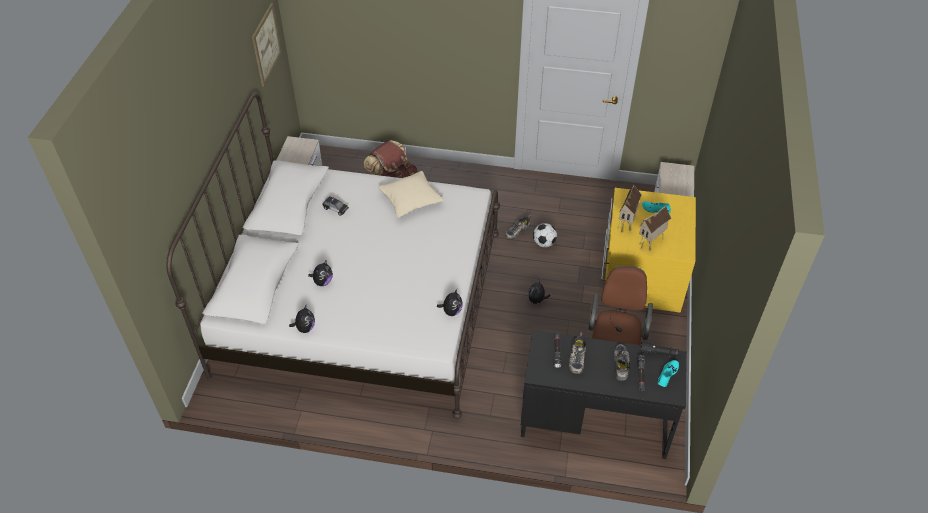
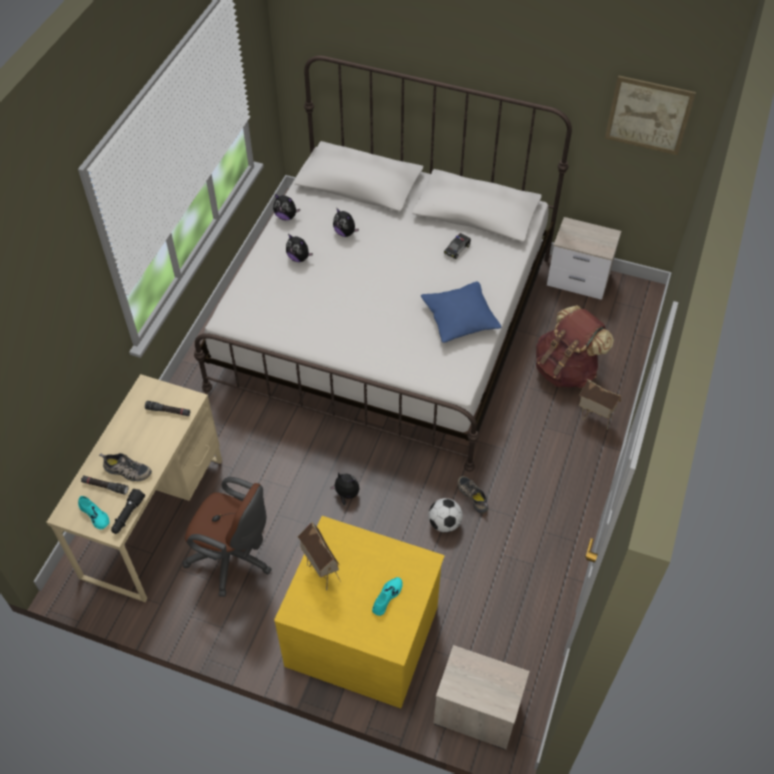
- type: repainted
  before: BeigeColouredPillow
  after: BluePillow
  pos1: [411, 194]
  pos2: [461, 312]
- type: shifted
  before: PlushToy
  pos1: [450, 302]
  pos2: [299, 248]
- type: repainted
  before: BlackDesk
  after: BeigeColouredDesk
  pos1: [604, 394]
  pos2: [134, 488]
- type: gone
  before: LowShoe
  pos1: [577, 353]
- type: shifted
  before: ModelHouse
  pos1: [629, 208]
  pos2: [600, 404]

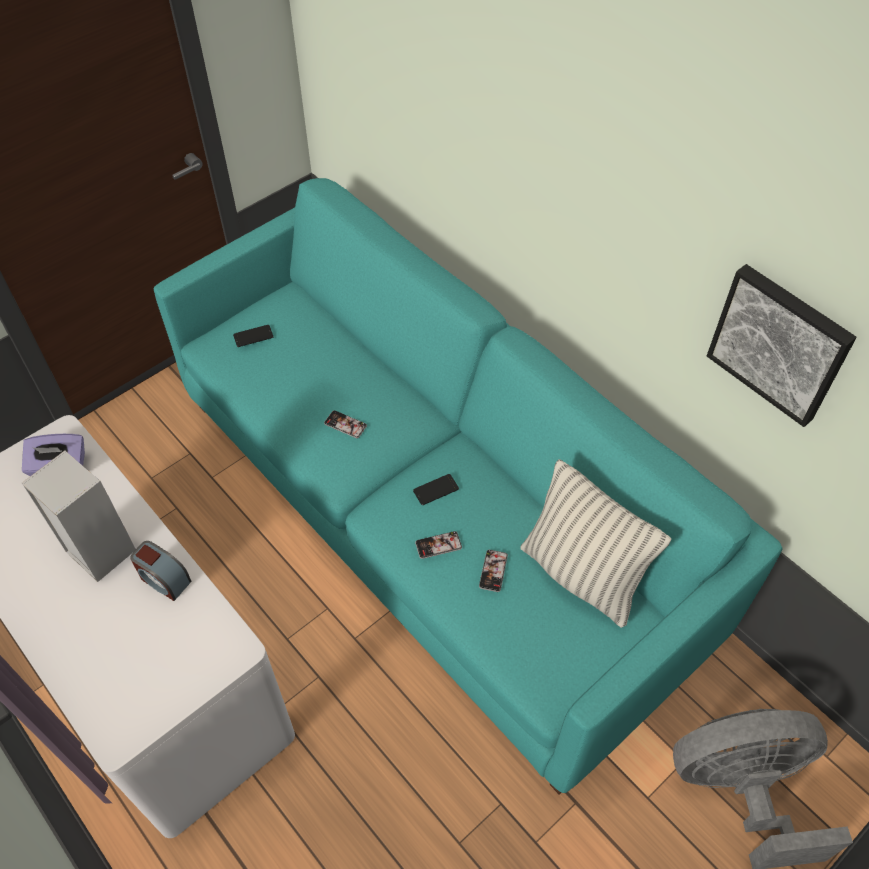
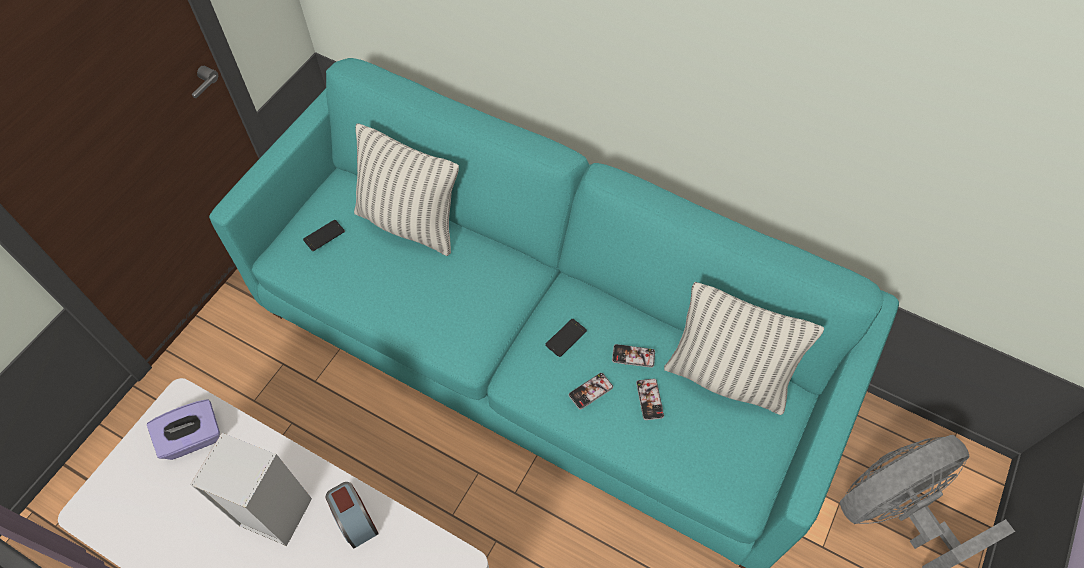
- type: rotated
  before: TableClock
  pos1: [160, 571]
  pos2: [352, 515]
  turn: 45
- type: shifted
  before: Handset
  pos1: [345, 424]
  pos2: [633, 356]
- type: gone
  before: WallArt
  pos1: [782, 345]
- type: new
  after: Pillow
  pos2: [406, 189]

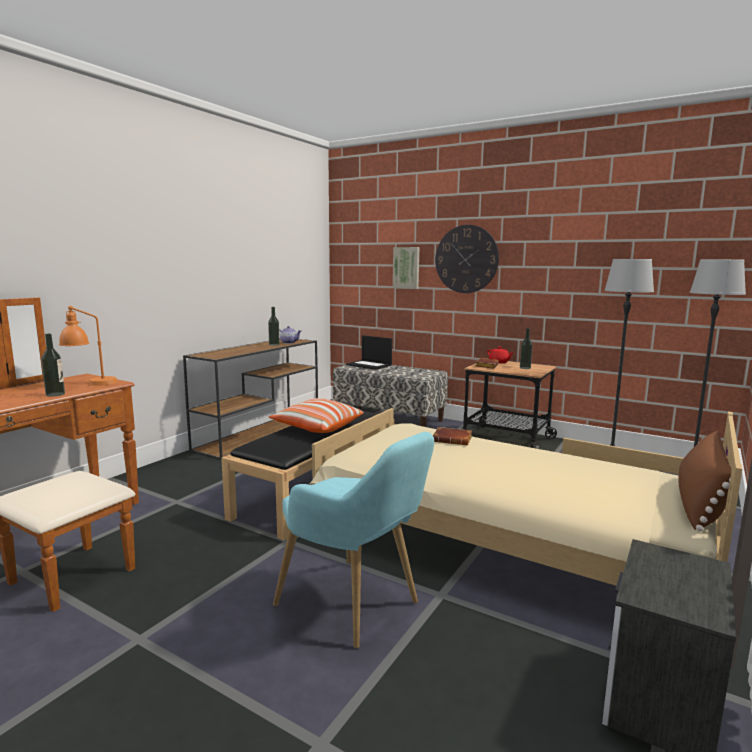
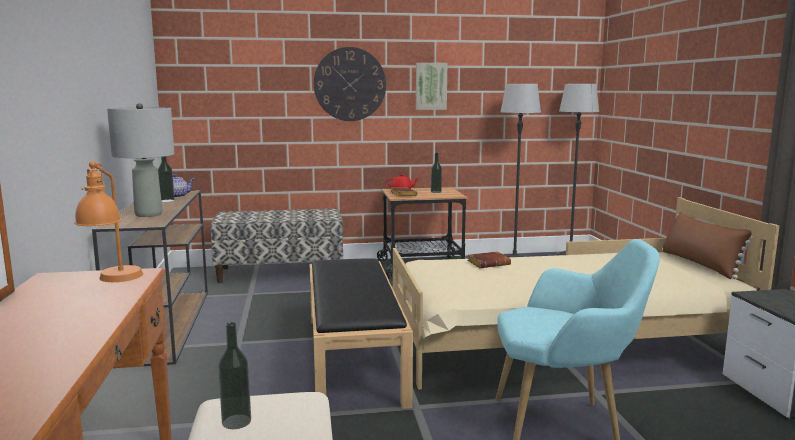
- type: shifted
  before: DrinkBottle
  pos1: [53, 365]
  pos2: [234, 375]
- type: gone
  before: Pillow
  pos1: [316, 415]
- type: gone
  before: PortableComputer
  pos1: [369, 352]
- type: shifted
  before: WallArt
  pos1: [406, 268]
  pos2: [431, 86]
- type: new
  after: GreyishTabletopLamp
  pos2: [141, 160]

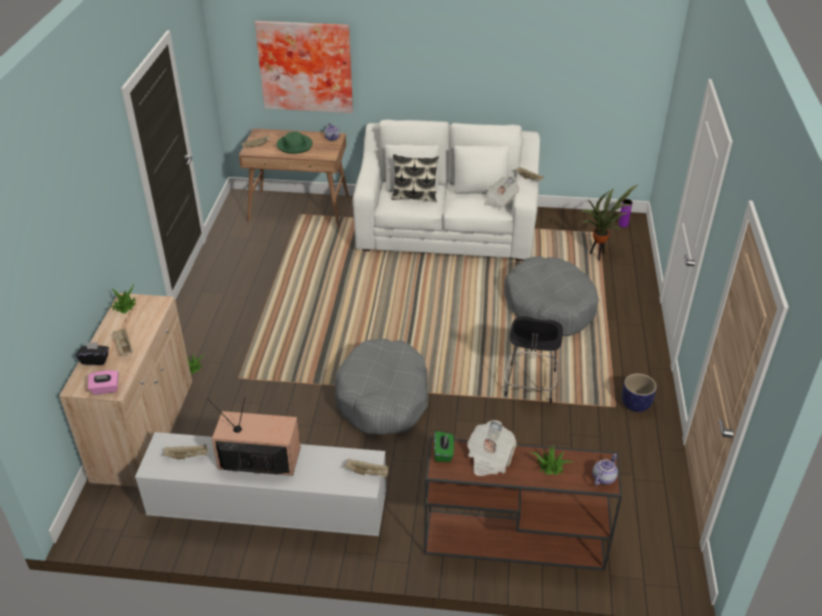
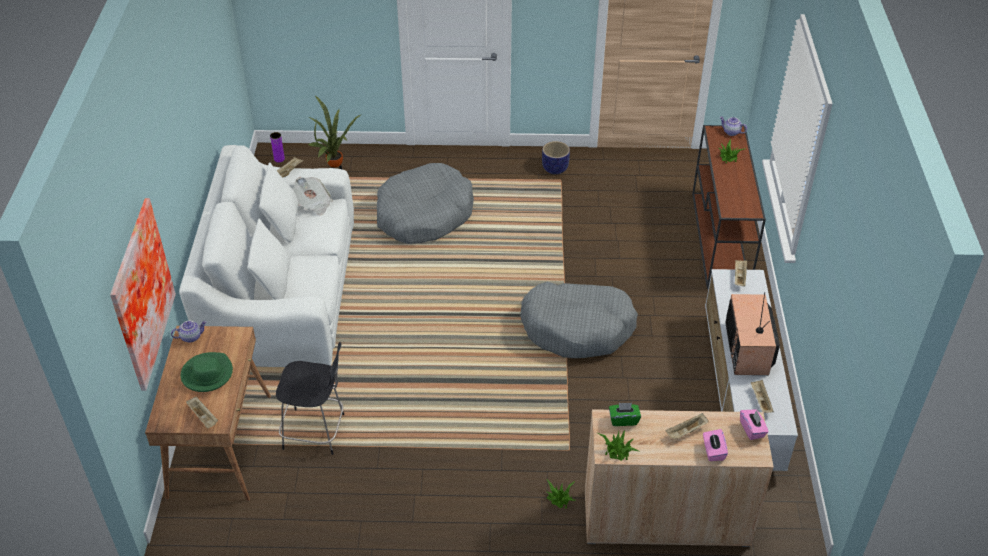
- type: repainted
  before: BlackTissueBox
  after: PinkishTissueBox
  pos1: [92, 353]
  pos2: [715, 445]
- type: gone
  before: Pillow
  pos1: [415, 178]
- type: shifted
  before: GreenTissueBox
  pos1: [444, 446]
  pos2: [625, 414]
- type: gone
  before: PrintedPaper
  pos1: [491, 448]
- type: shifted
  before: BlackChair
  pos1: [534, 359]
  pos2: [310, 398]

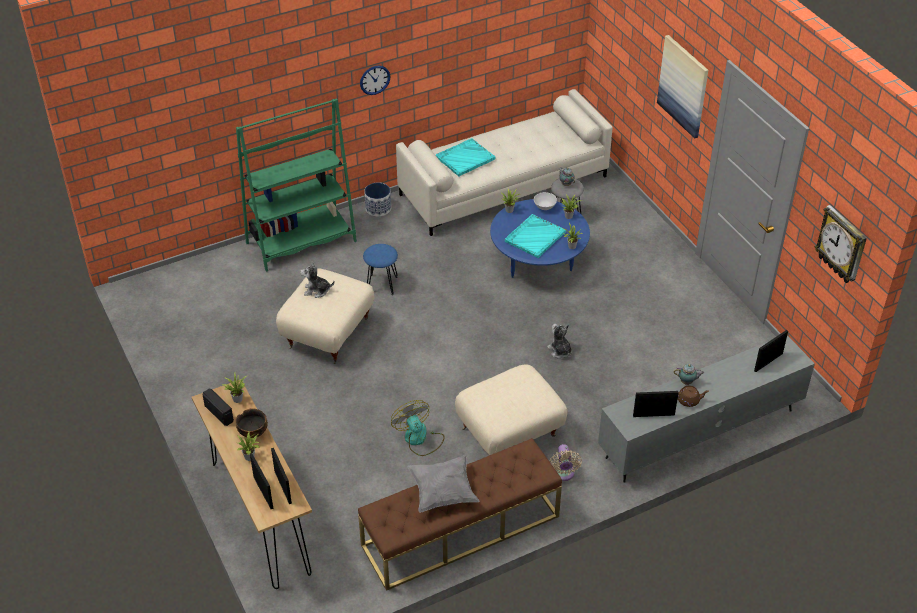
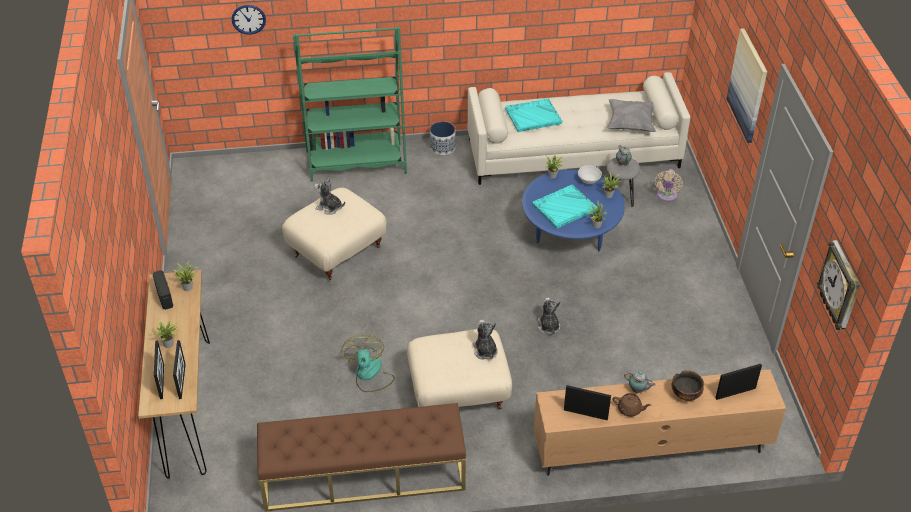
- type: shifted
  before: ServingBowl
  pos1: [251, 423]
  pos2: [688, 385]
- type: shifted
  before: ClockOnTheWall
  pos1: [375, 80]
  pos2: [249, 20]
- type: gone
  before: BlueStool
  pos1: [380, 269]
- type: shifted
  before: GreyishPillow
  pos1: [443, 484]
  pos2: [631, 115]
- type: shifted
  before: BeigeColouredElectricFan
  pos1: [565, 462]
  pos2: [669, 185]
- type: repainted
  before: GreyishTvStand
  after: BrownTvStand
  pos1: [706, 409]
  pos2: [660, 422]
- type: new
  after: PlushToy
  pos2: [485, 340]

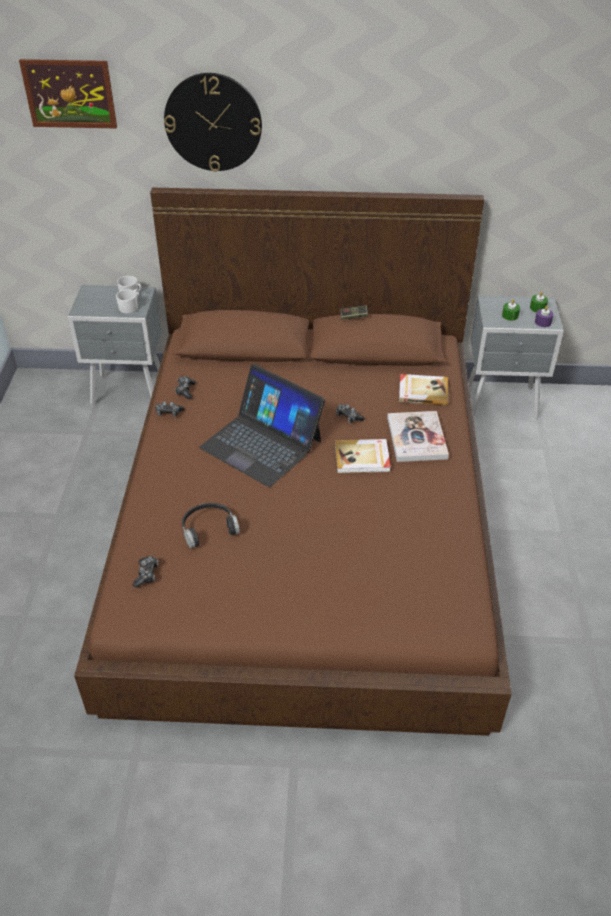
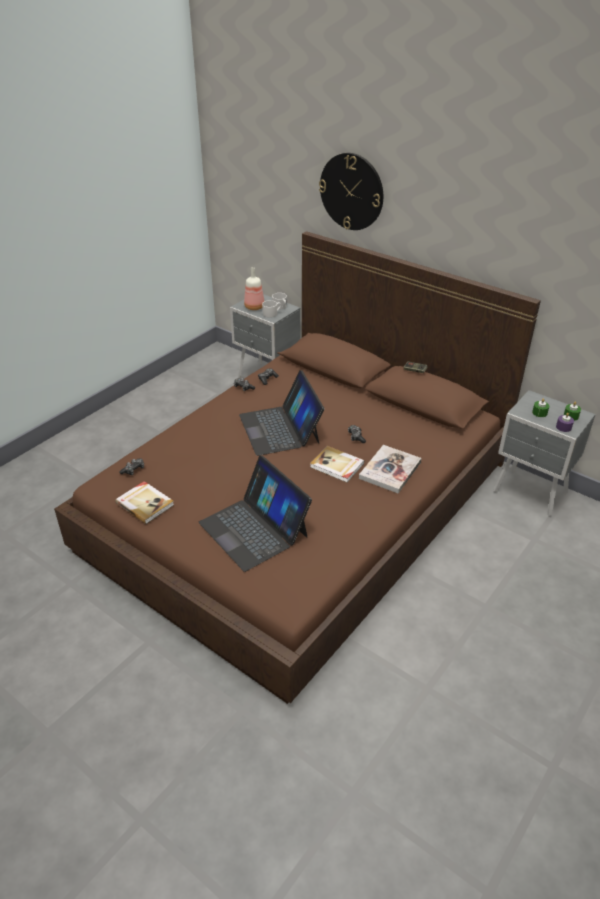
- type: gone
  before: WallArt
  pos1: [68, 93]
- type: gone
  before: BlackPairOfHeadphones
  pos1: [211, 525]
- type: shifted
  before: Volume
  pos1: [424, 389]
  pos2: [144, 502]
- type: new
  after: PortableComputer
  pos2: [255, 514]
- type: new
  after: DrinkBottle
  pos2: [254, 288]

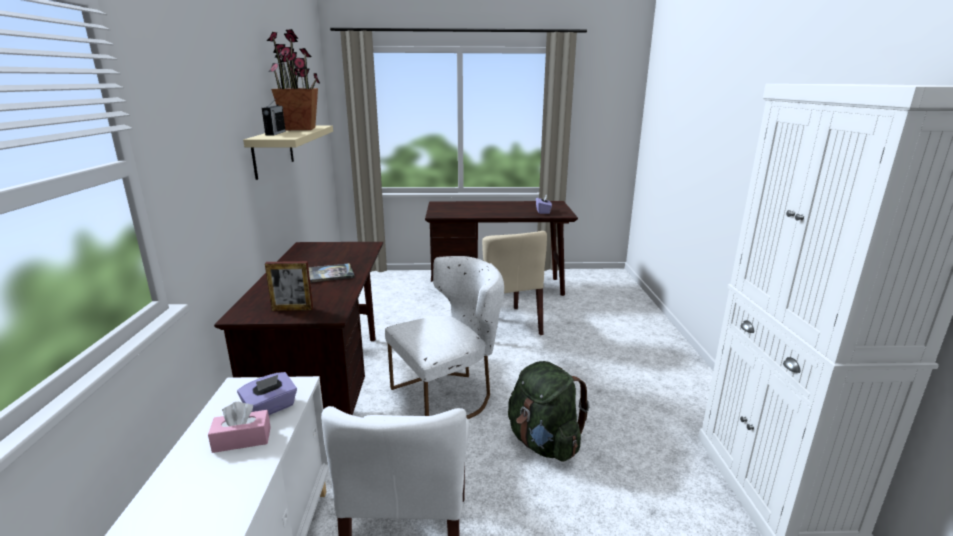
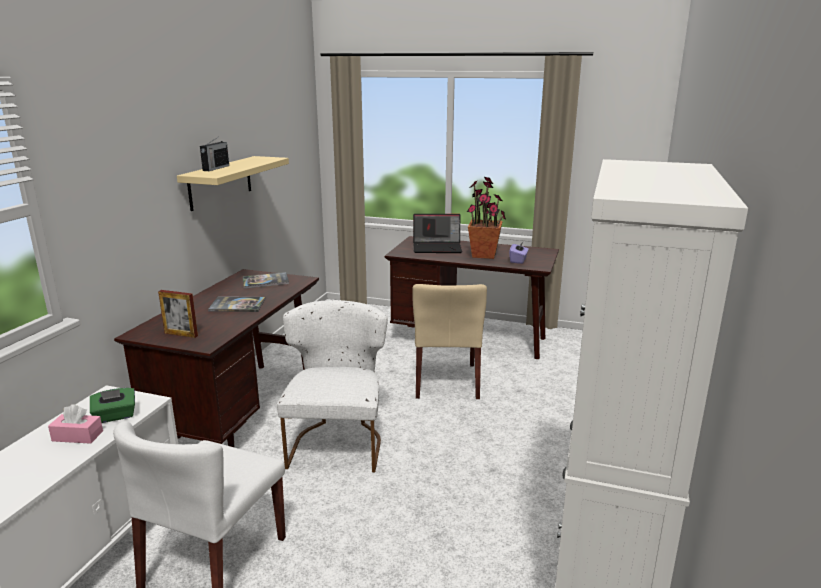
- type: repainted
  before: PurpleTissueBox
  after: GreenTissueBox
  pos1: [267, 393]
  pos2: [112, 405]
- type: shifted
  before: Houseplant
  pos1: [293, 79]
  pos2: [486, 218]
- type: rotated
  before: WhitishChair
  pos1: [444, 337]
  pos2: [332, 386]
  turn: -75
- type: gone
  before: GreenRucksack
  pos1: [549, 411]
- type: new
  after: Volume
  pos2: [266, 280]
- type: new
  after: PortableComputer
  pos2: [437, 233]

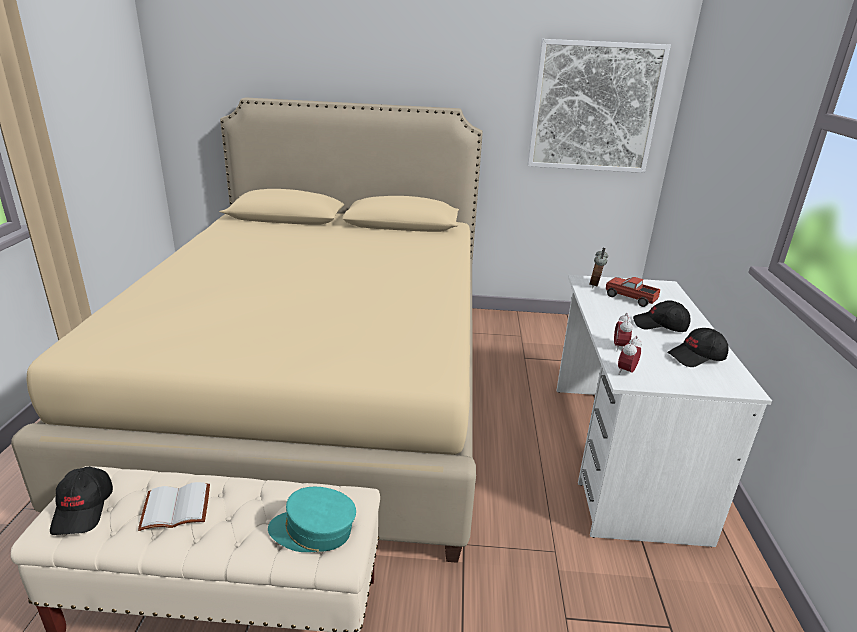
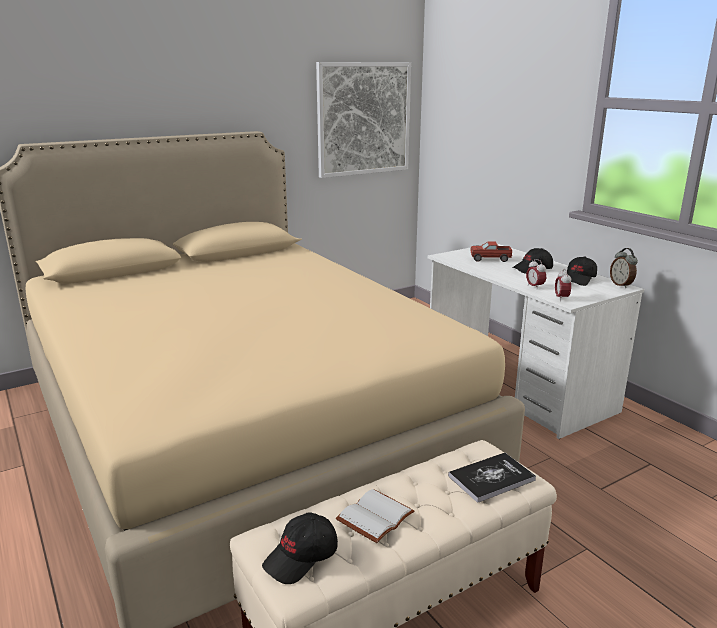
- type: rotated
  before: BlackCap
  pos1: [81, 501]
  pos2: [300, 548]
  turn: 90
- type: swapped
  before: TurquoiseCap
  after: Volume
  pos1: [312, 519]
  pos2: [492, 478]
- type: shifted
  before: TableClock
  pos1: [598, 268]
  pos2: [624, 268]

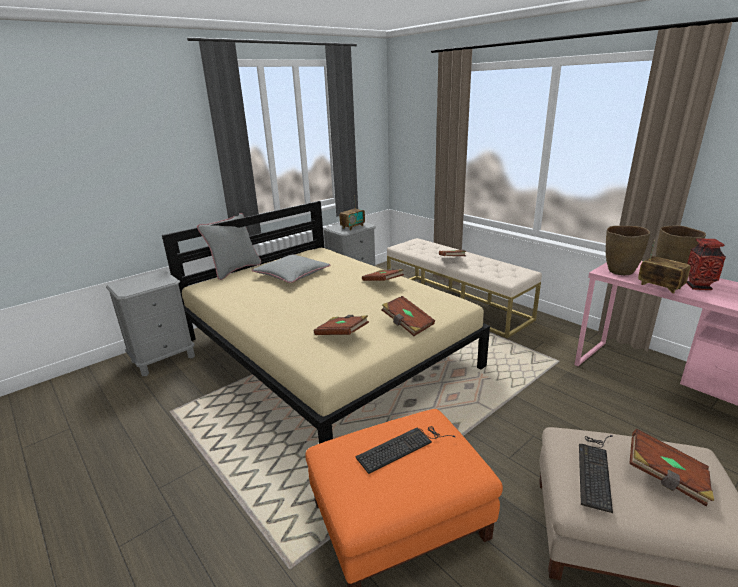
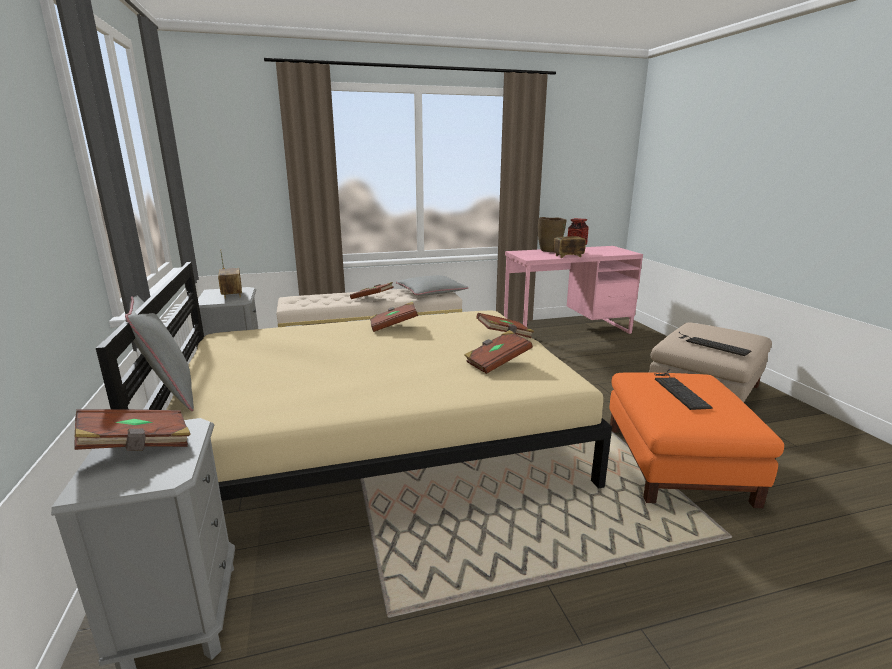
- type: shifted
  before: GreyishPillow
  pos1: [291, 268]
  pos2: [432, 285]
- type: gone
  before: BrownDecorativeVase
  pos1: [628, 250]
- type: shifted
  before: BrownVolume
  pos1: [671, 467]
  pos2: [132, 430]

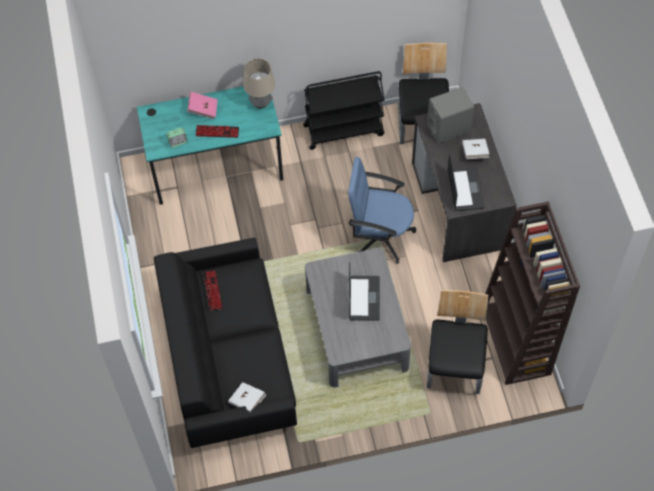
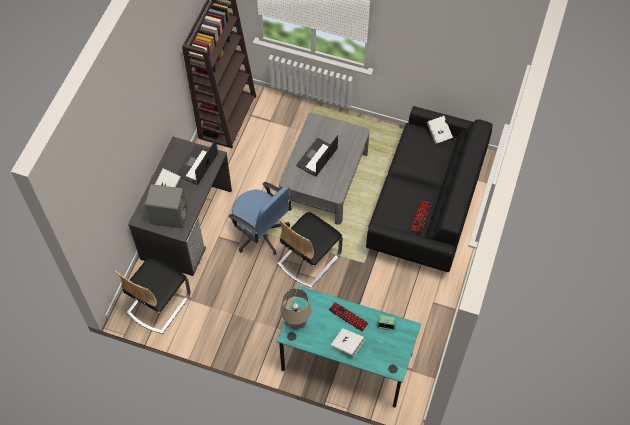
- type: repainted
  before: PinkishVolume
  after: WhitishVolume
  pos1: [202, 105]
  pos2: [348, 342]
- type: gone
  before: BlackWheeledCart
  pos1: [344, 110]
- type: shifted
  before: Chair
  pos1: [458, 342]
  pos2: [310, 250]

